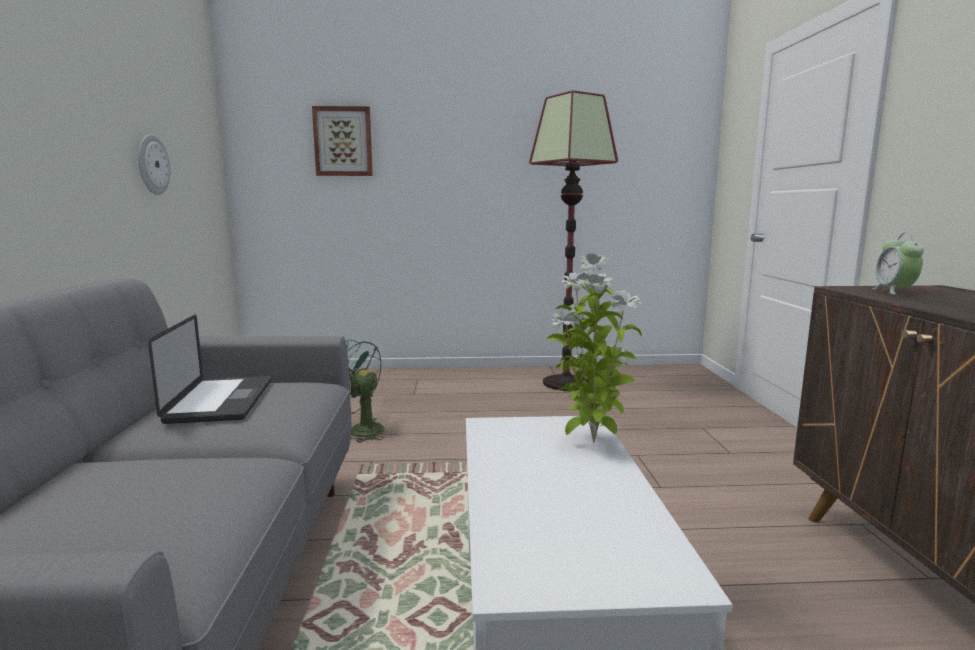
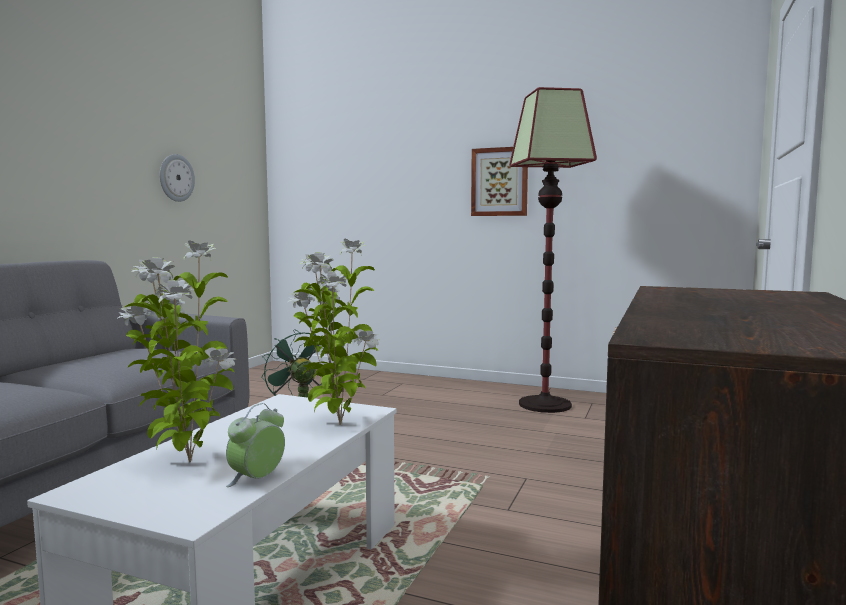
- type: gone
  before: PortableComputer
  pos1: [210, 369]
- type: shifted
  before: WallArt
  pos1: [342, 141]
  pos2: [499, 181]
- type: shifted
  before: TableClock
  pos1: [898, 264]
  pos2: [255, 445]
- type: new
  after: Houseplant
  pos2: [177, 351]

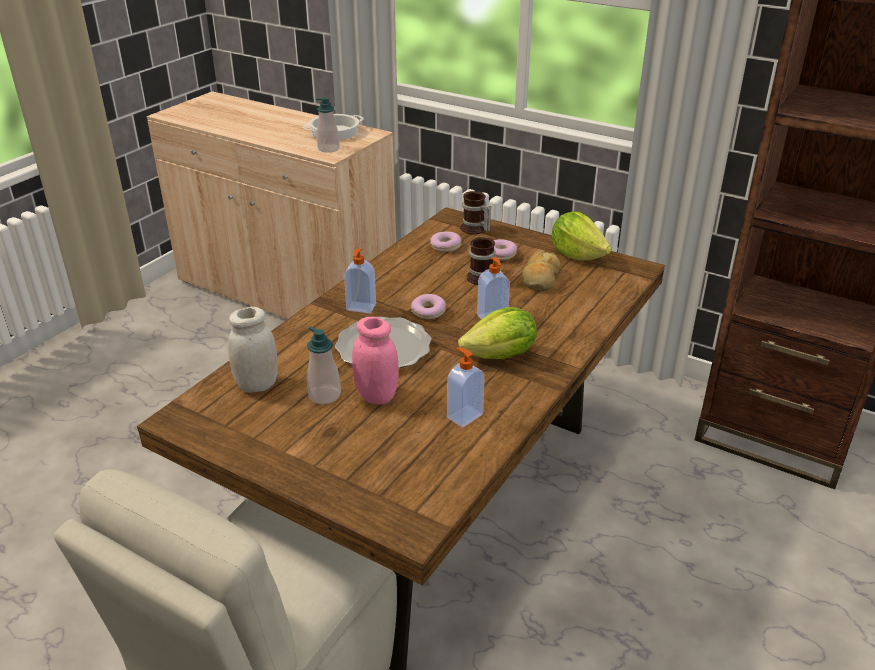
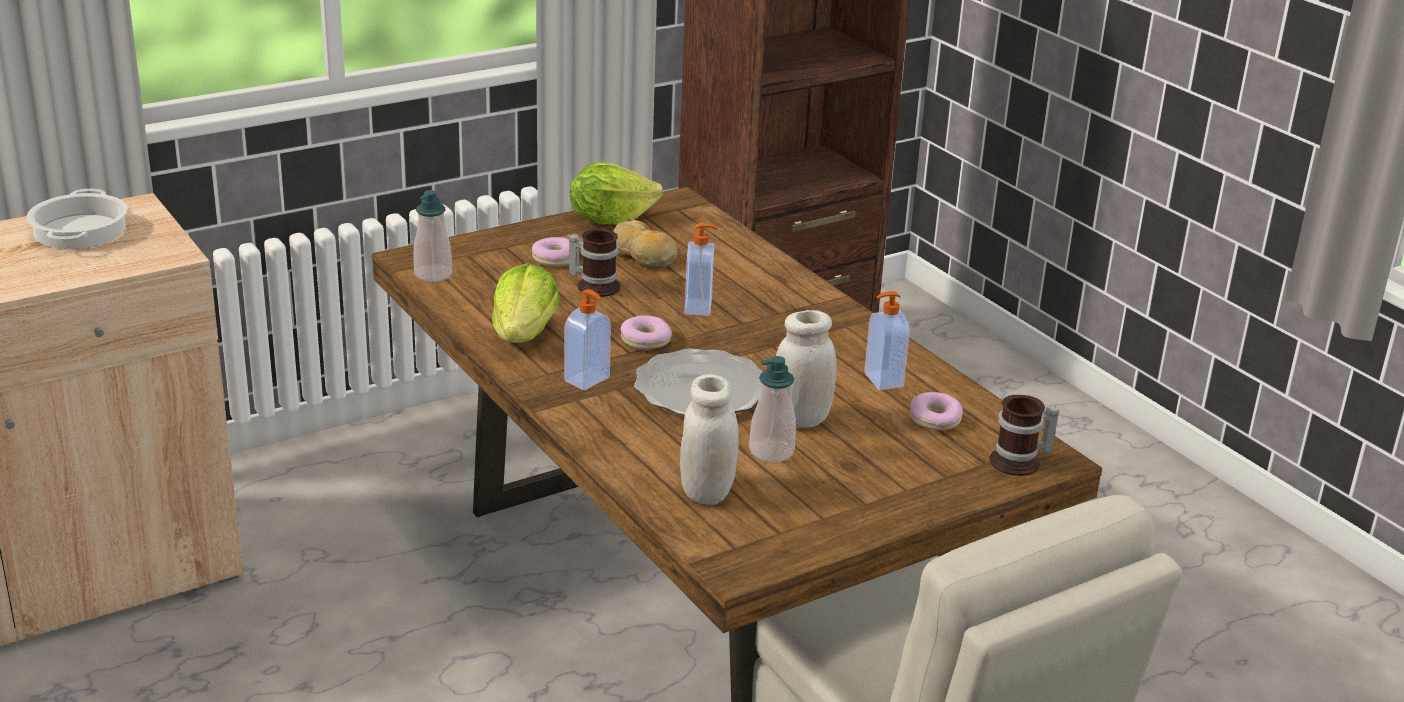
- type: shifted
  before: SoapDispenser
  pos1: [328, 125]
  pos2: [432, 236]
- type: repainted
  before: PinkishStorageJar
  after: WhitishStorageJar
  pos1: [375, 361]
  pos2: [806, 369]
- type: shifted
  before: Donut
  pos1: [445, 242]
  pos2: [936, 411]
- type: shifted
  before: Lettuce
  pos1: [497, 333]
  pos2: [526, 303]
- type: shifted
  before: Mug
  pos1: [475, 212]
  pos2: [1024, 435]

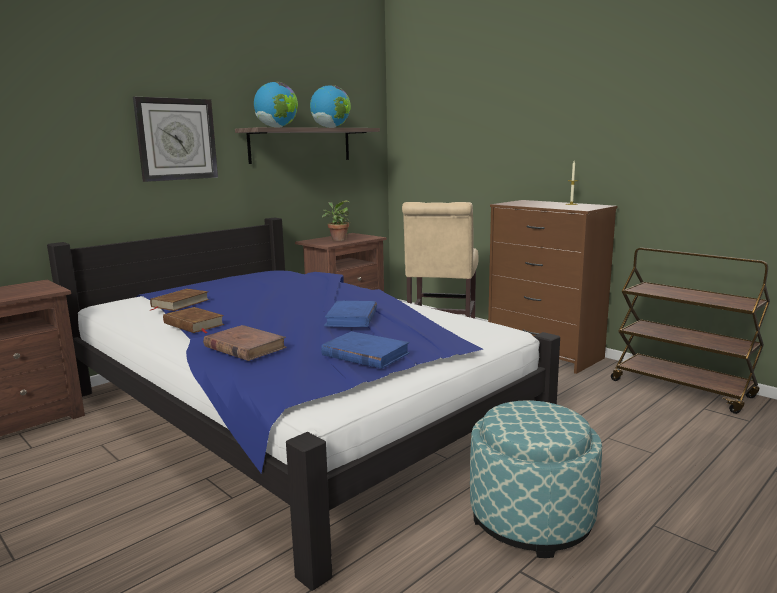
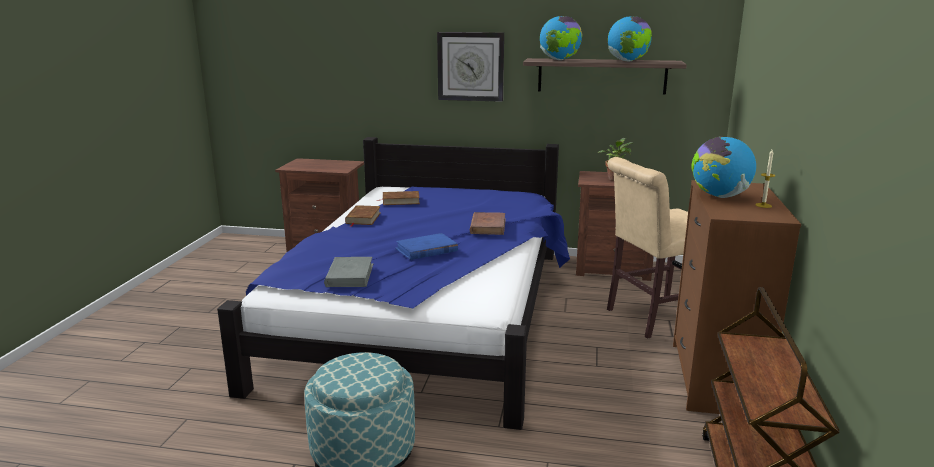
- type: shifted
  before: BrownVolume
  pos1: [245, 343]
  pos2: [488, 223]
- type: repainted
  before: BlueVolume
  after: GreyishVolume
  pos1: [365, 350]
  pos2: [348, 272]
- type: new
  after: DeskGlobe
  pos2: [723, 167]

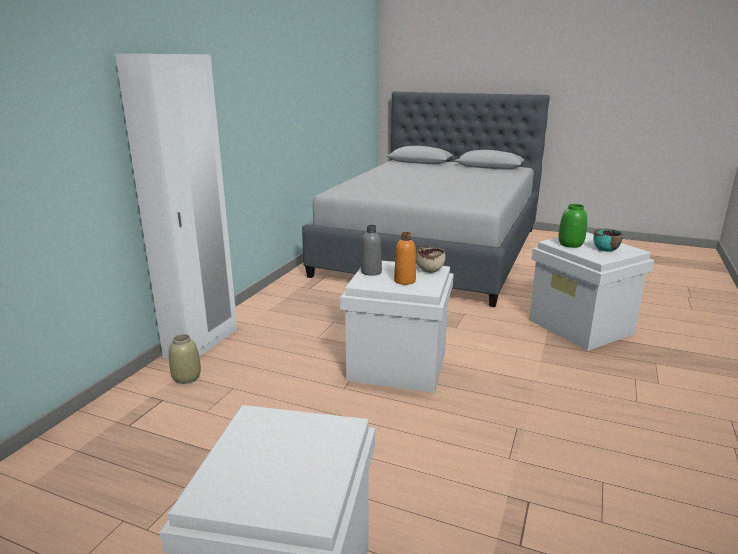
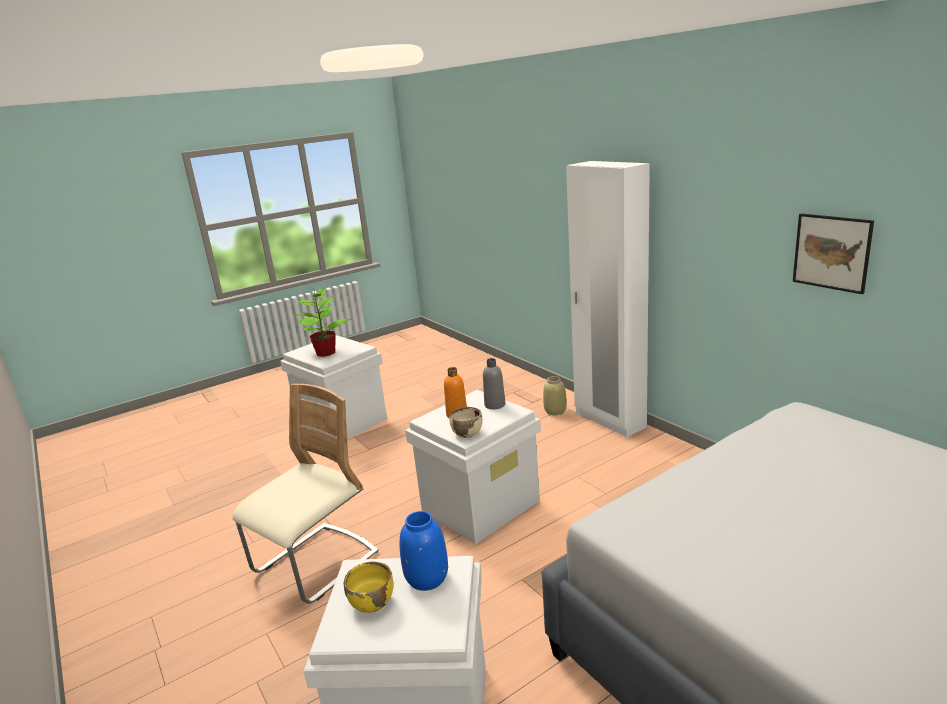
- type: repainted
  before: GreenDecorativeVase
  after: BlueDecorativeVase
  pos1: [572, 226]
  pos2: [424, 551]
- type: repainted
  before: TurquoiseServingBowl
  after: YellowishServingBowl
  pos1: [608, 240]
  pos2: [369, 587]
- type: new
  after: BeigeColouredChair
  pos2: [305, 494]
- type: new
  after: Houseplant
  pos2: [324, 322]
- type: new
  after: WallArt
  pos2: [833, 253]

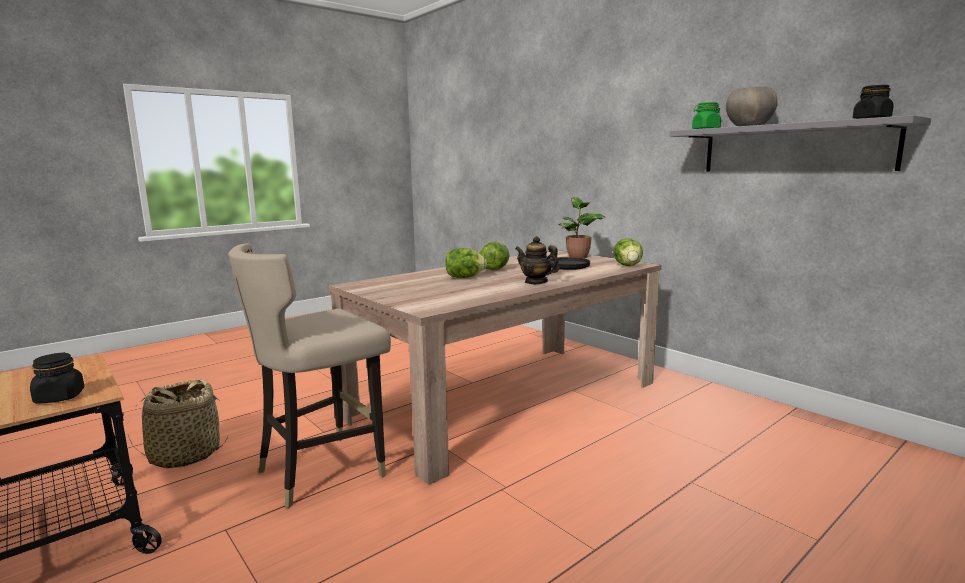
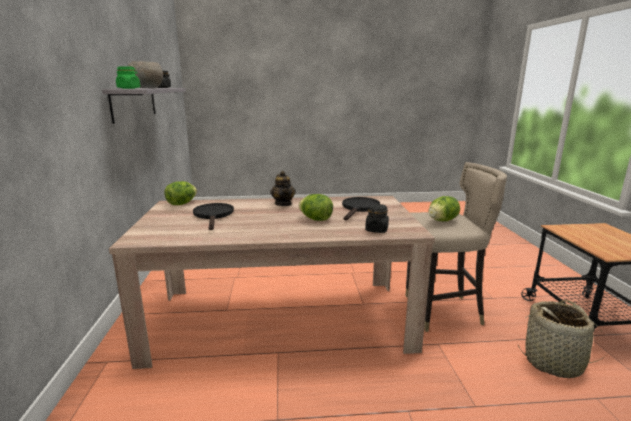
- type: shifted
  before: BlackStorageJar
  pos1: [57, 378]
  pos2: [377, 218]
- type: shifted
  before: Lettuce
  pos1: [494, 256]
  pos2: [444, 208]
- type: gone
  before: Houseplant
  pos1: [582, 227]
- type: new
  after: BlackFryingPan
  pos2: [361, 208]

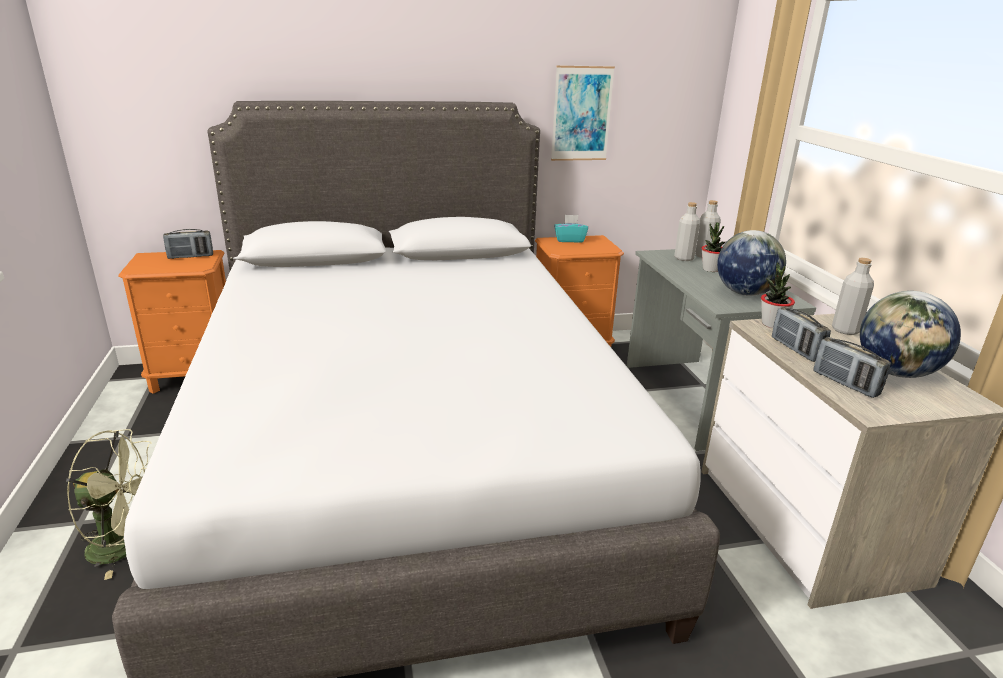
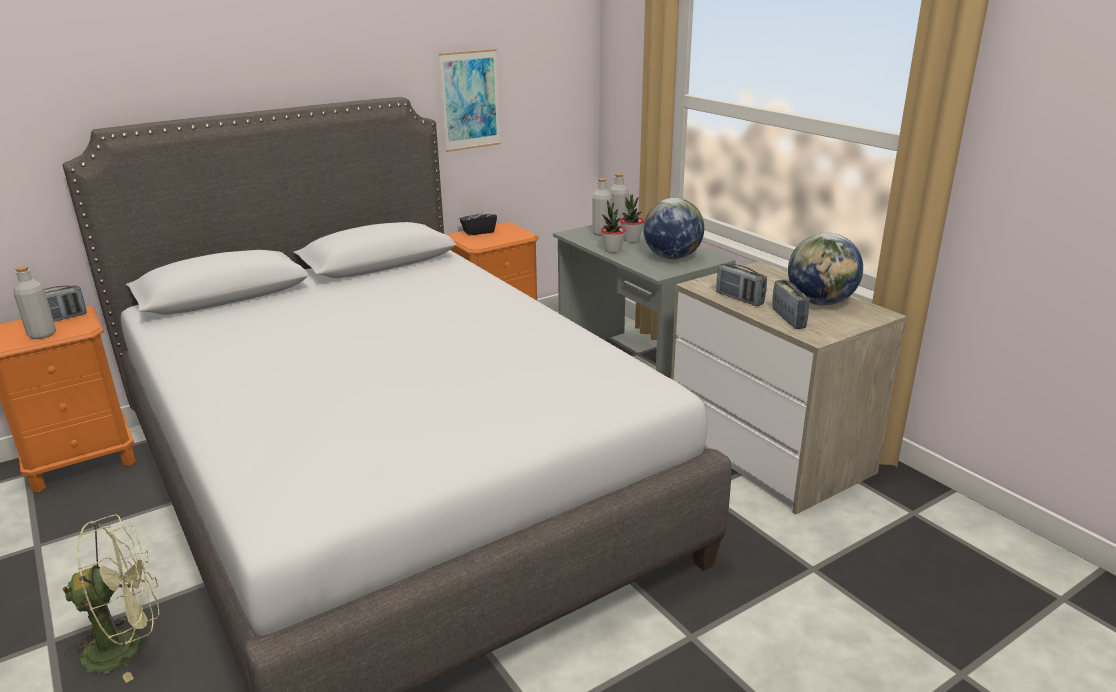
- type: repainted
  before: TurquoiseTissueBox
  after: BlackTissueBox
  pos1: [571, 229]
  pos2: [478, 220]
- type: shifted
  before: Houseplant
  pos1: [778, 295]
  pos2: [613, 226]
- type: rotated
  before: Radio
  pos1: [852, 367]
  pos2: [791, 304]
  turn: -135
- type: shifted
  before: GreyishDrinkBottle
  pos1: [853, 296]
  pos2: [34, 302]

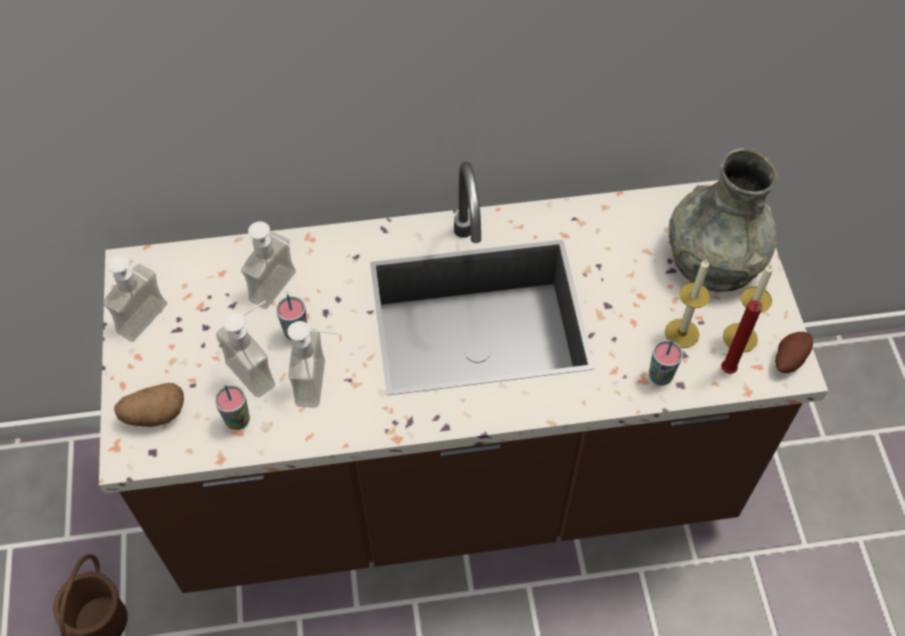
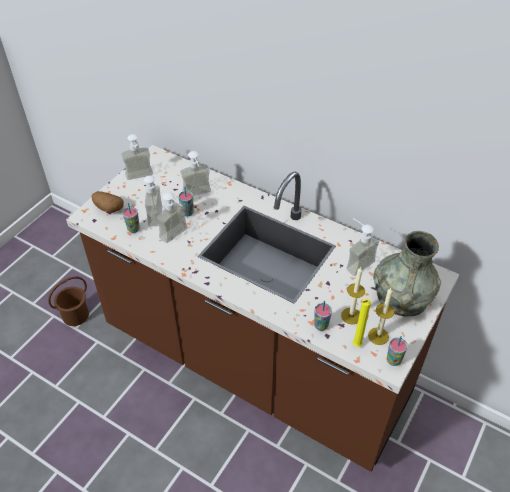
- type: repainted
  before: RedWaxCandle
  after: YellowishWaxCandle
  pos1: [741, 337]
  pos2: [362, 323]
- type: swapped
  before: WholePotato
  after: DrinkingCup
  pos1: [794, 352]
  pos2: [397, 351]
- type: new
  after: SoapDispenser
  pos2: [362, 247]

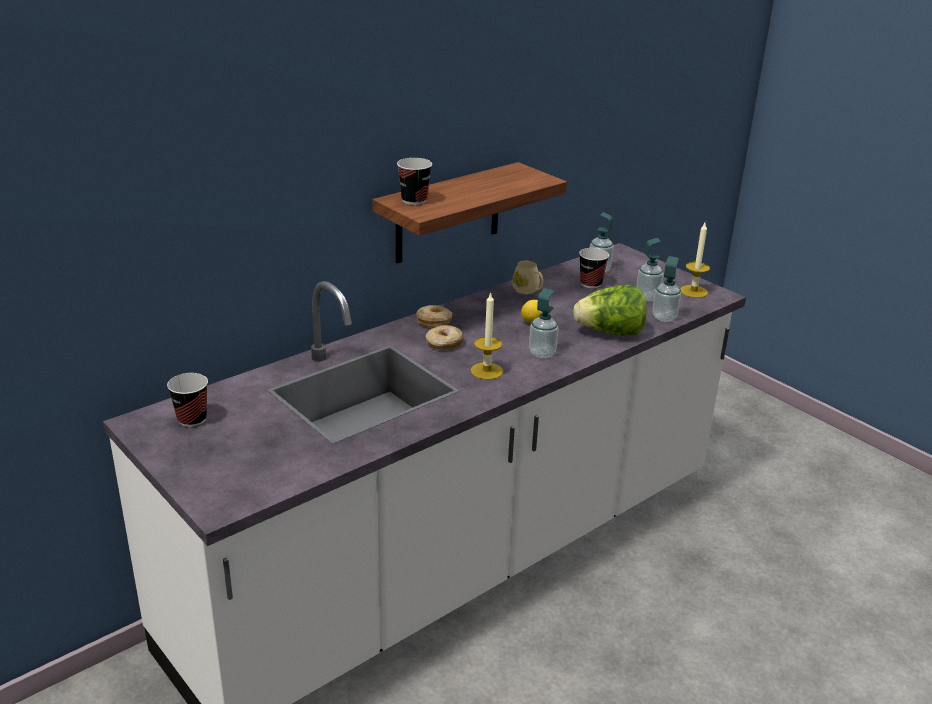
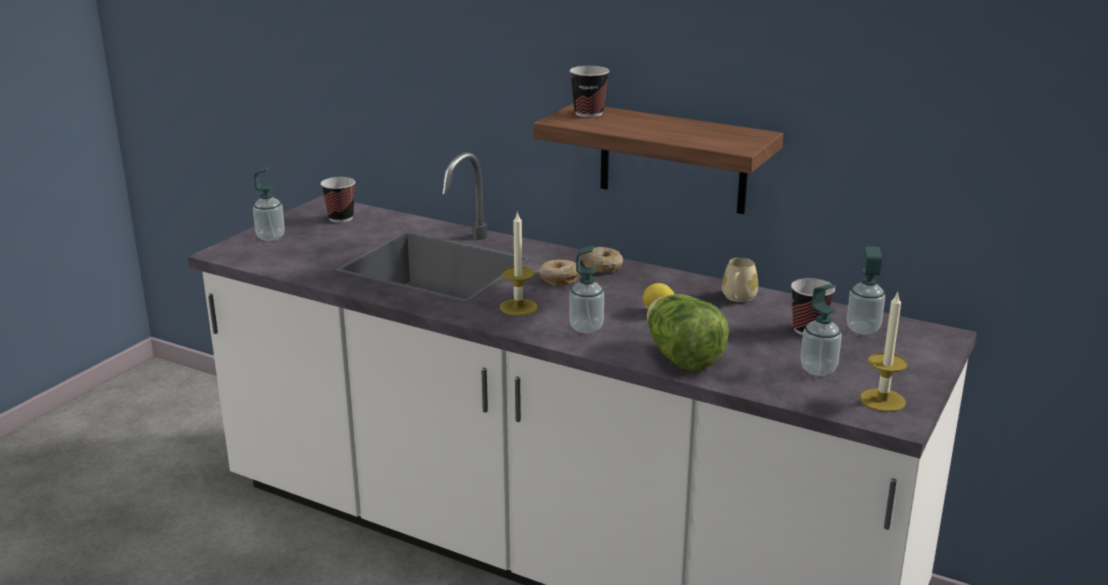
- type: shifted
  before: SoapDispenser
  pos1: [667, 289]
  pos2: [269, 203]

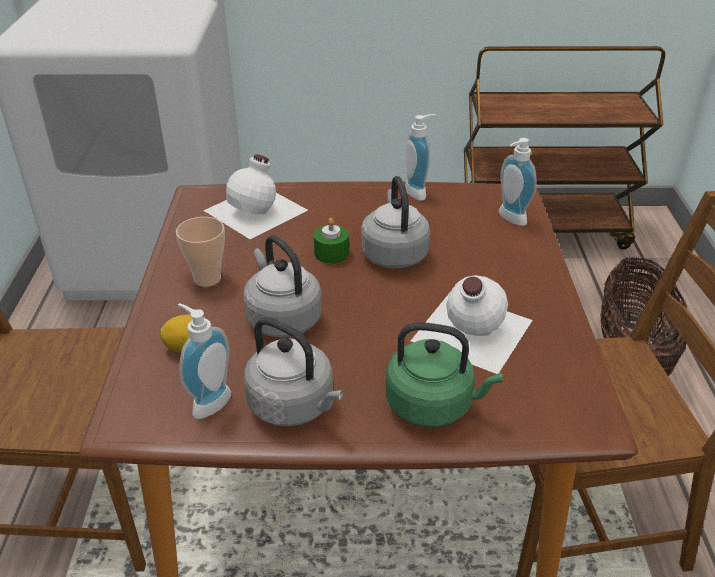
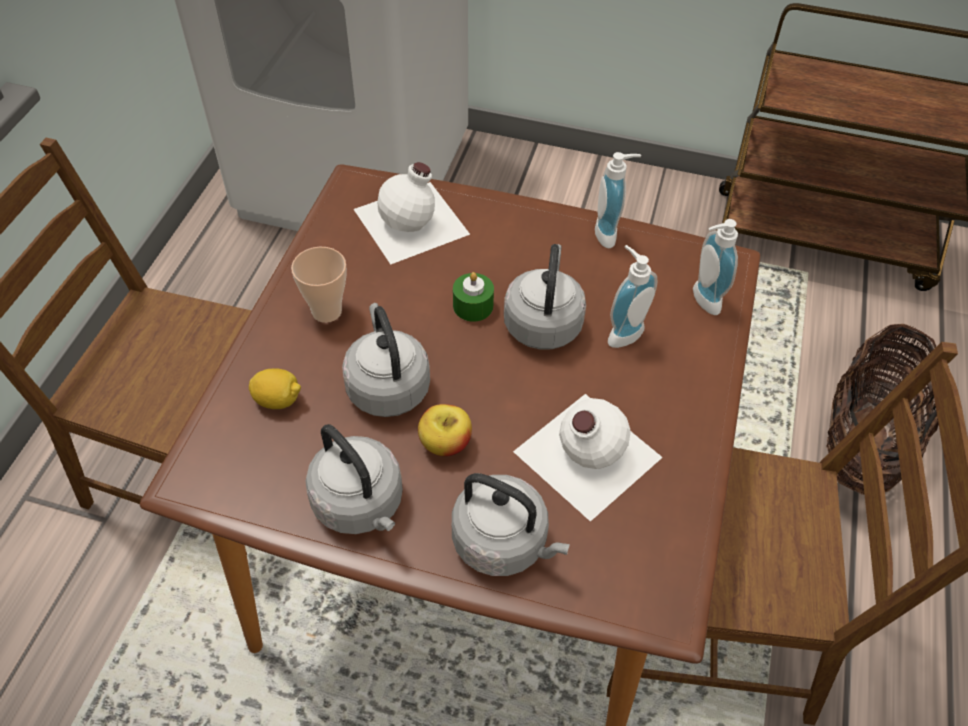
- type: shifted
  before: SoapDispenser
  pos1: [204, 361]
  pos2: [632, 296]
- type: repainted
  before: GreenKettle
  after: GreyishKettle
  pos1: [444, 374]
  pos2: [511, 524]
- type: new
  after: AppleFruit
  pos2: [445, 430]

